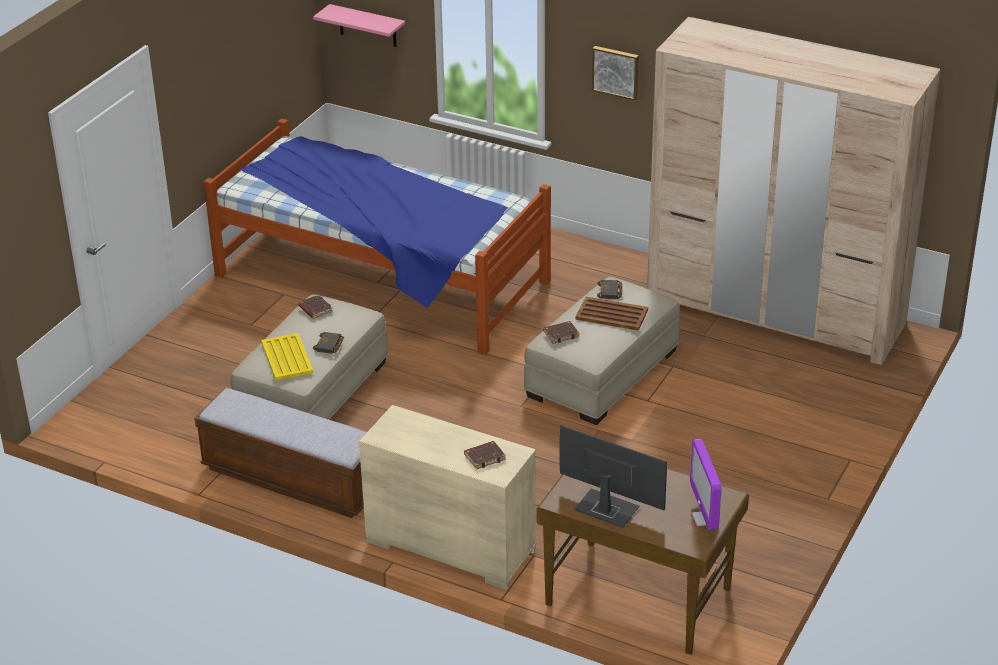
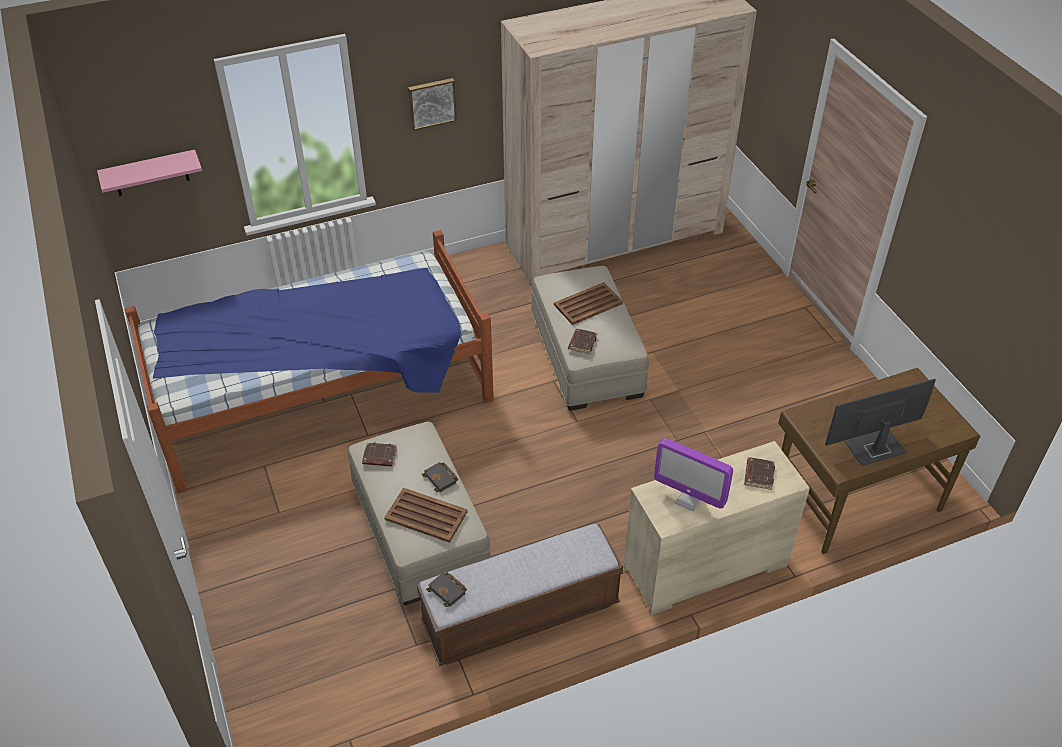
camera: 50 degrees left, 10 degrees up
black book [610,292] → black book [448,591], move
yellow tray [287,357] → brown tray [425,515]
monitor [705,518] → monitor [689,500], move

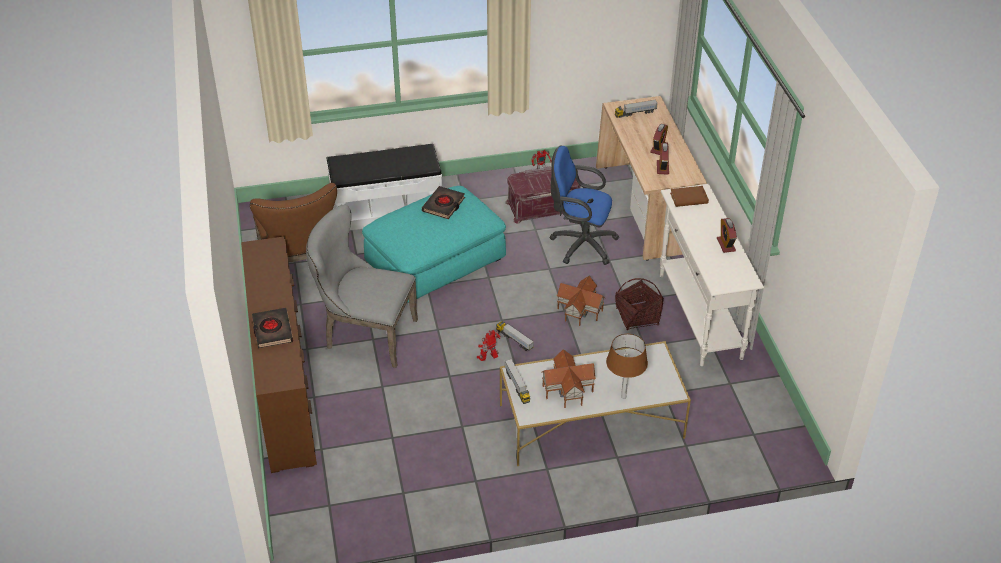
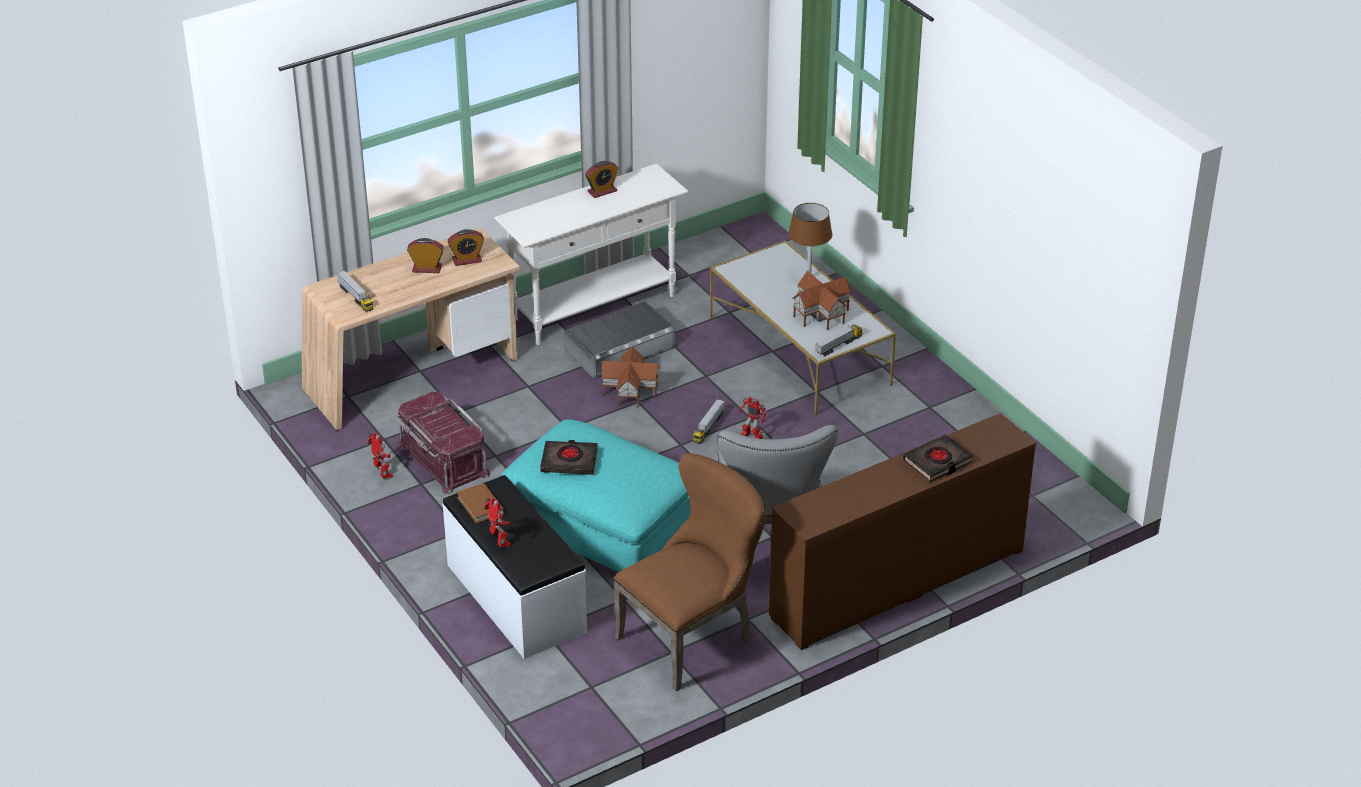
camera: 110 degrees left, 5 degrees down
blue office chair [580,244] → -
brown book [689,198] → brown book [480,505], move
basket [637,317] → grey storage box [619,348]
- → toy robot [500,541]

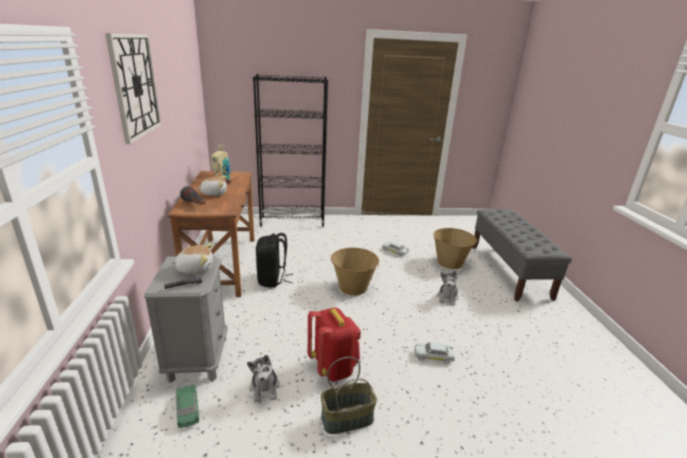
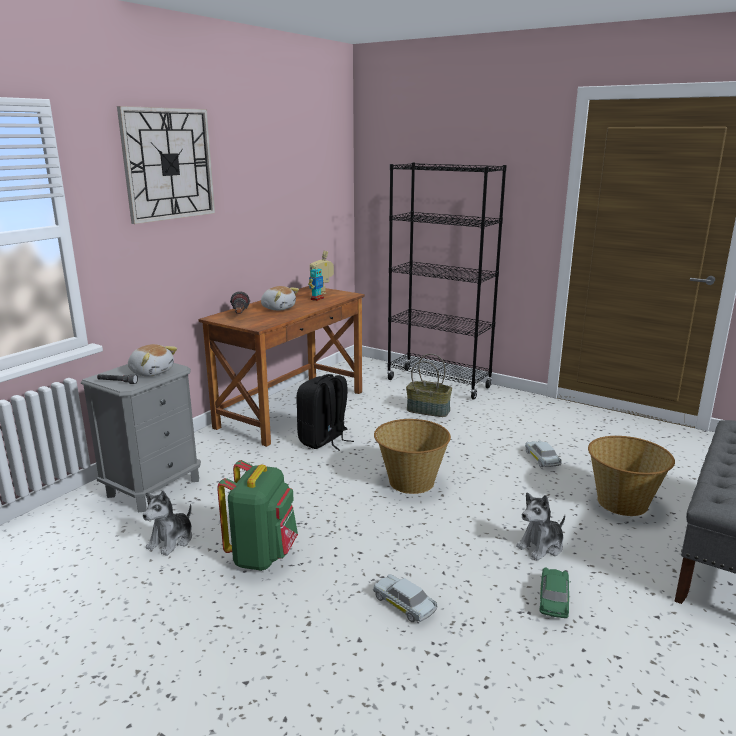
camera: 40 degrees right, 5 degrees down
red backpack [333,367] → green backpack [262,555]
basket [347,418] → basket [428,410], move
green toy car [188,410] → green toy car [553,599], move

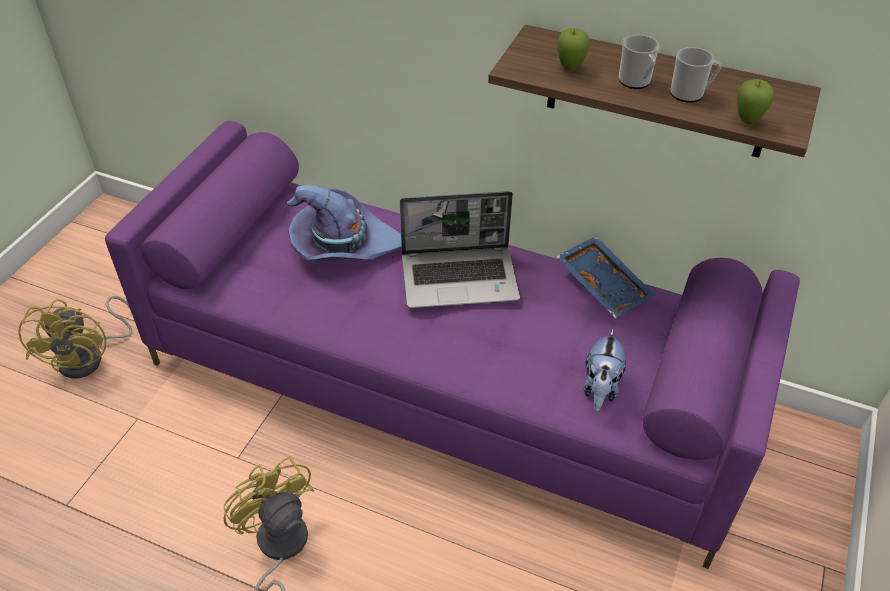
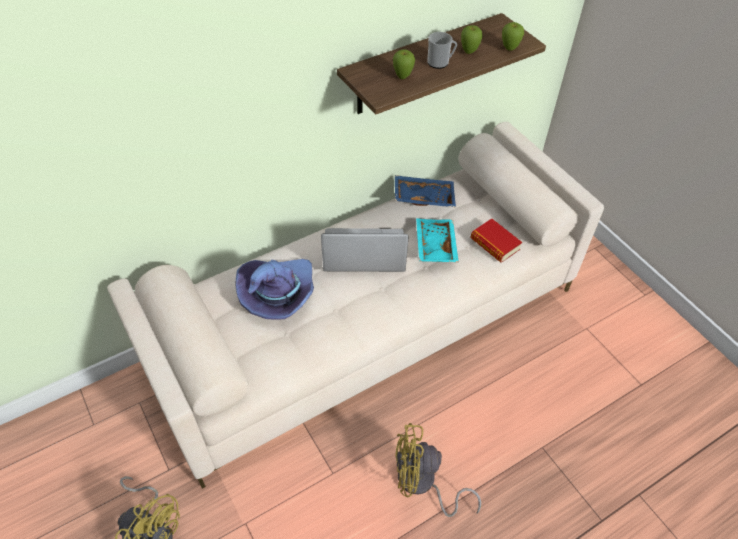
camera: 55 degrees left, 5 degrees up
mug [690,94] → apple [469,52]
purple sofa [447,383] → beige sofa [368,326]
laptop [460,278] → laptop [363,253], 120 degrees counterclockwise
plush toy [600,388] → book [494,244]
- → turquoise tray [434,246]

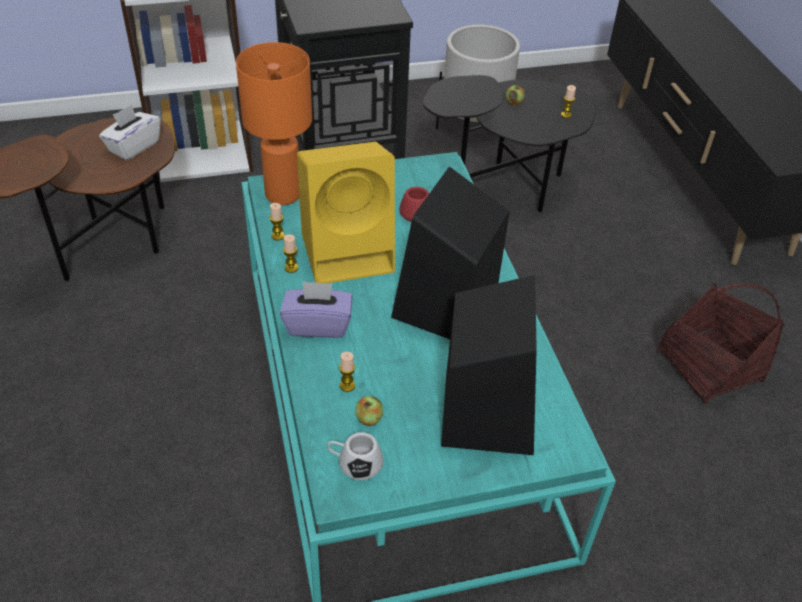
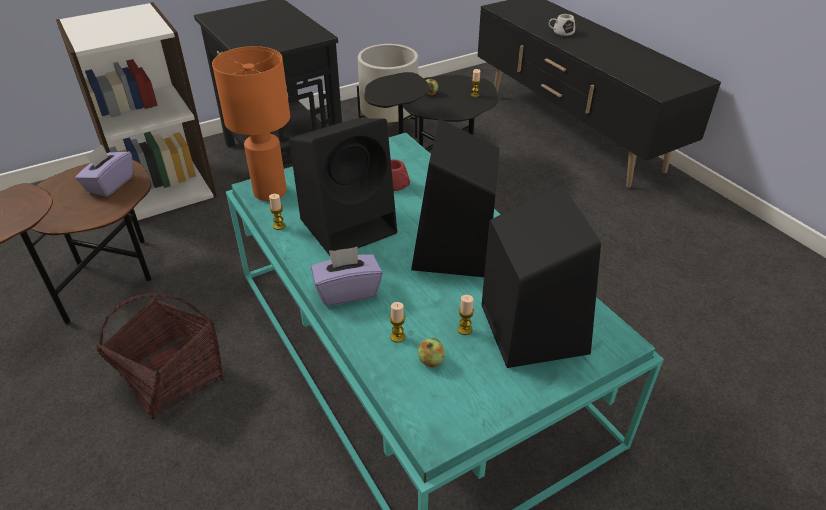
camera: 15 degrees left, 5 degrees down
white tissue box [133,146] → purple tissue box [110,184]
yellow speaker [350,251] → black speaker [350,225]
candle [291,268] → candle [464,329], move
basket [710,367] → basket [173,378], move
white mug [355,462] → white mug [560,32], move

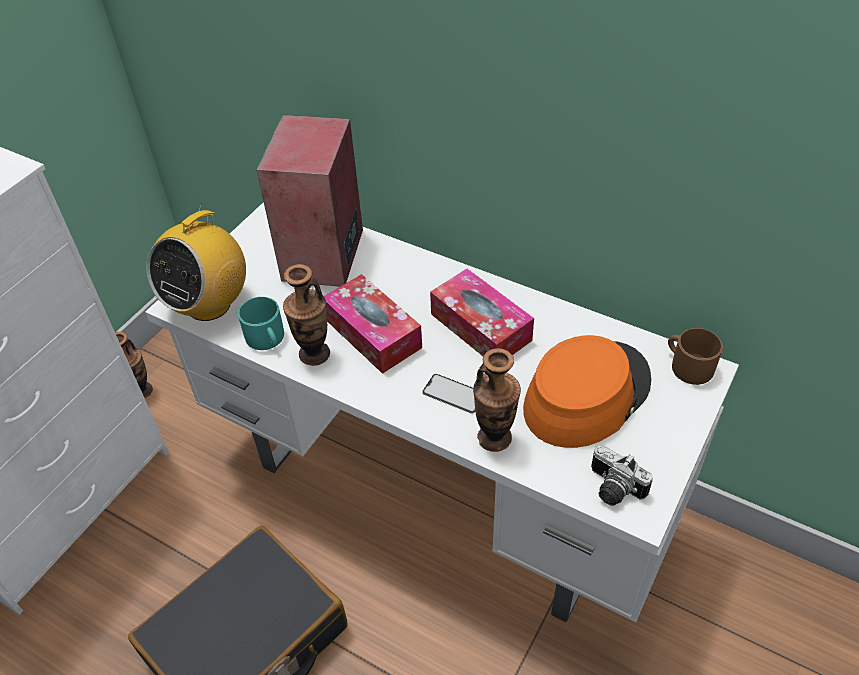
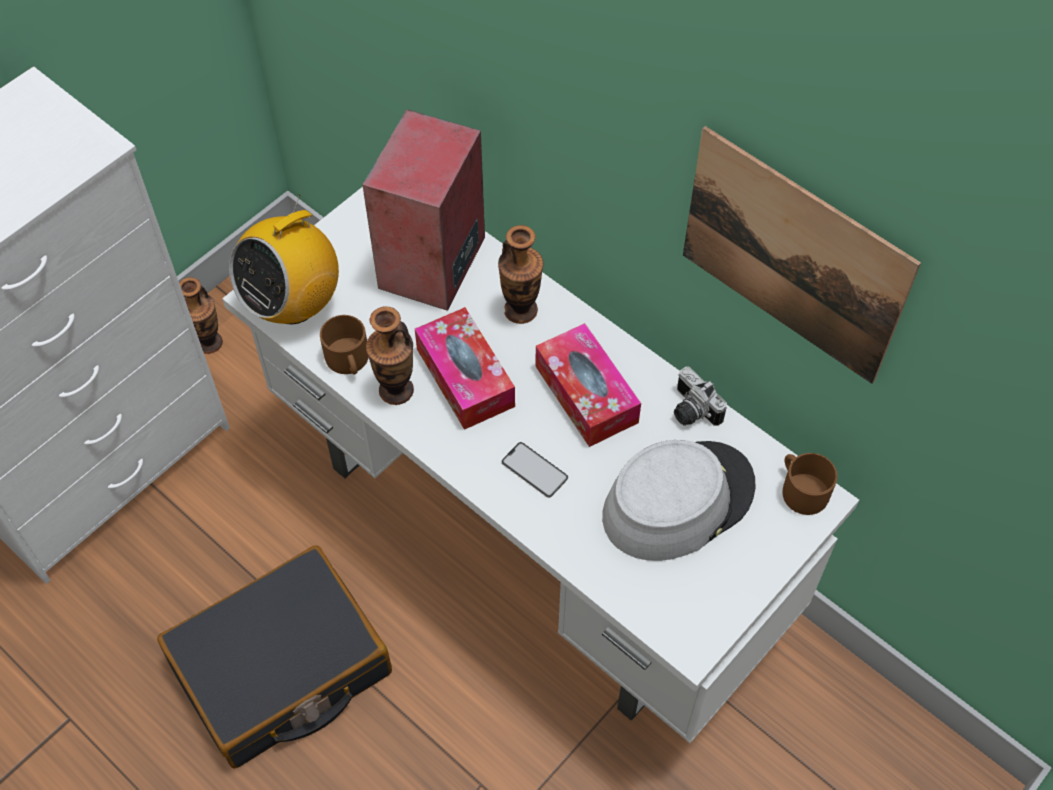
camera: 10 degrees right, 10 degrees up
turquoise mug [267,339] → brown mug [348,360]
orange hat [586,394] → grey hat [677,500]
vase [494,438] → vase [521,310], move
photo camera [612,489] → photo camera [691,411], move
- → picture [792,257]

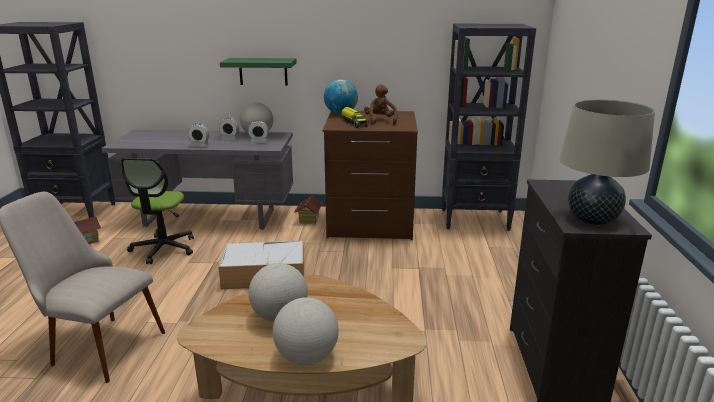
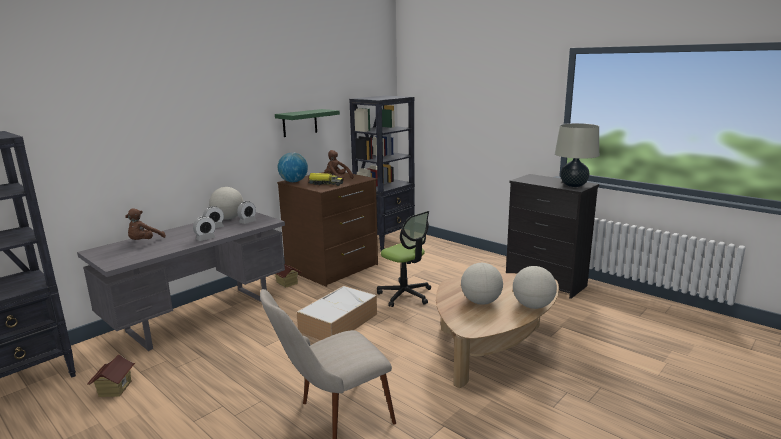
camera: 50 degrees left, 5 degrees down
green shelf [263,71] → green shelf [300,123], move
office chair [163,249] → office chair [405,295], move
- → brown plush toy [144,242]

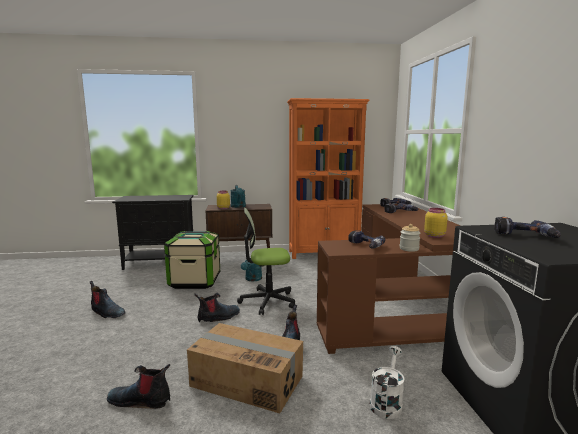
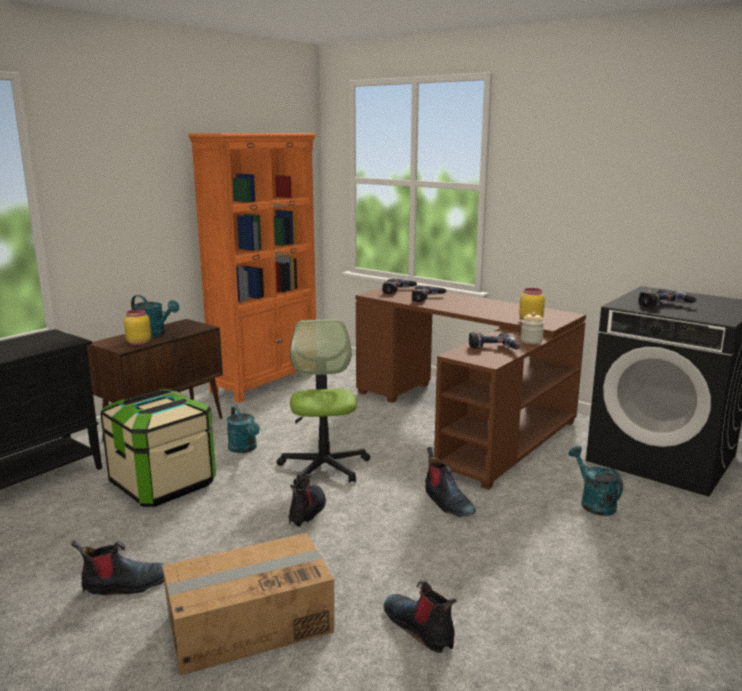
camera: 45 degrees left, 5 degrees up
office chair [267,301] → office chair [324,467], 135 degrees clockwise
cardboard box [247,380] → cardboard box [249,623], move
white watering can [386,402] → turquoise watering can [593,503]
boot [141,400] → boot [420,628], 90 degrees clockwise

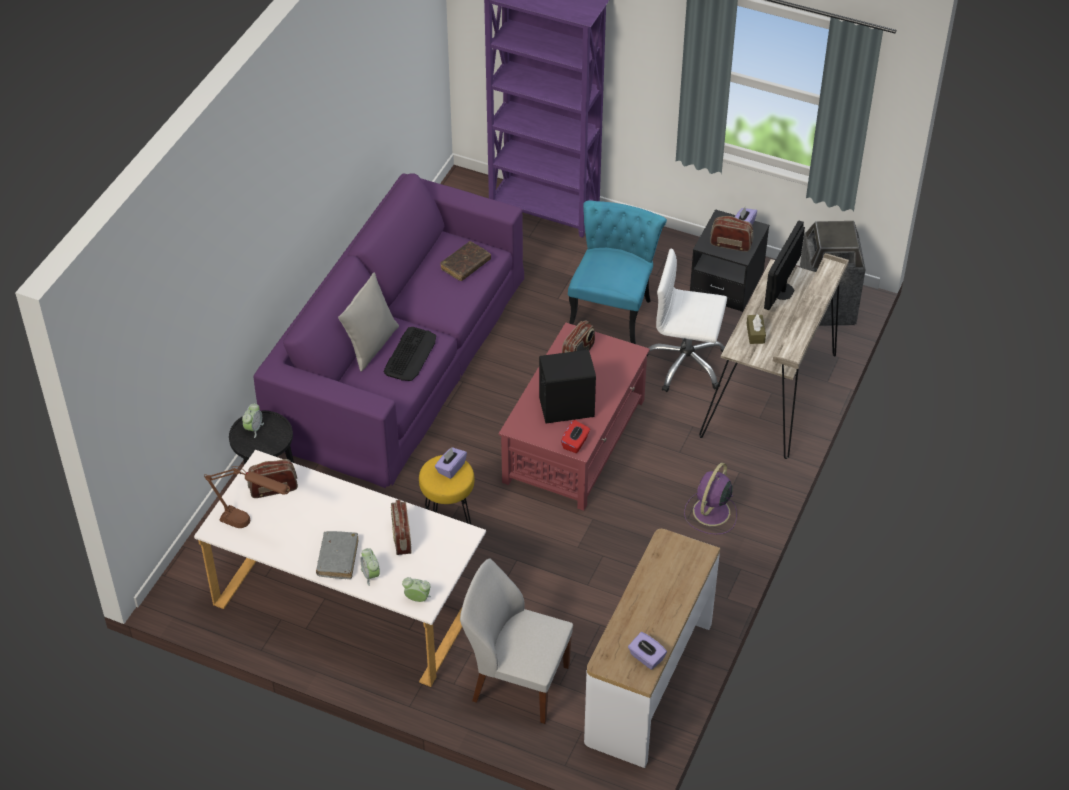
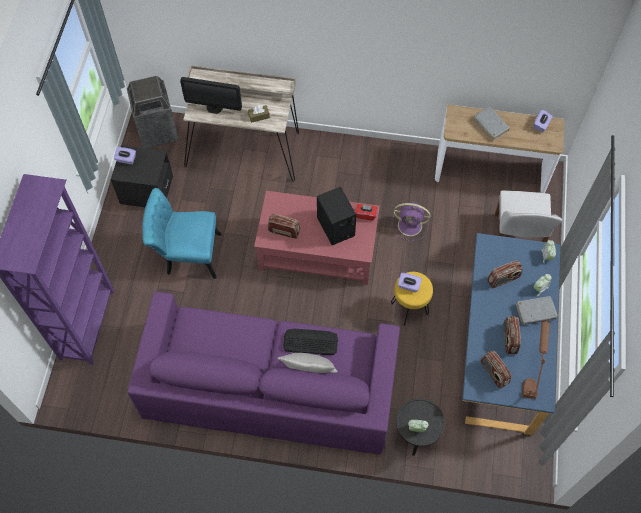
camera: 105 degrees left, 15 degrees up
radio [731,244] → radio [509,339], move
brown book [465,265] → -
white office chair [685,364] → -
white desk [347,604] → blue desk [499,349]
purple fan [710,513] → purple fan [411,225], move
- → grey book [490,126]

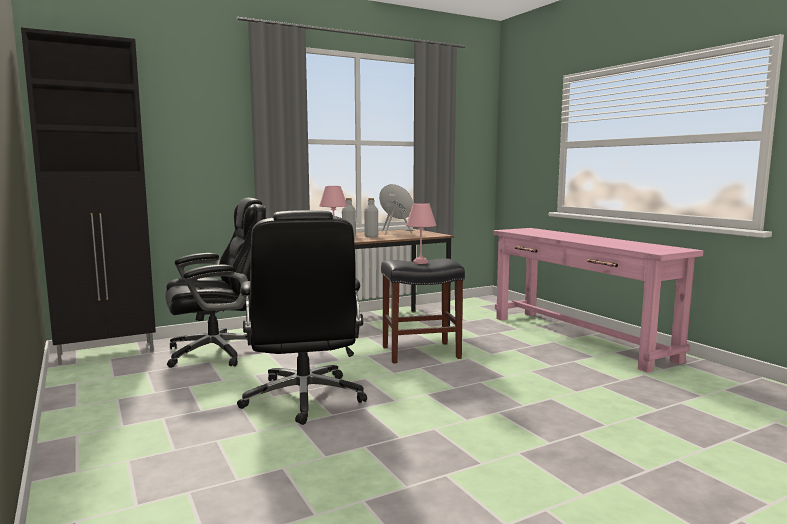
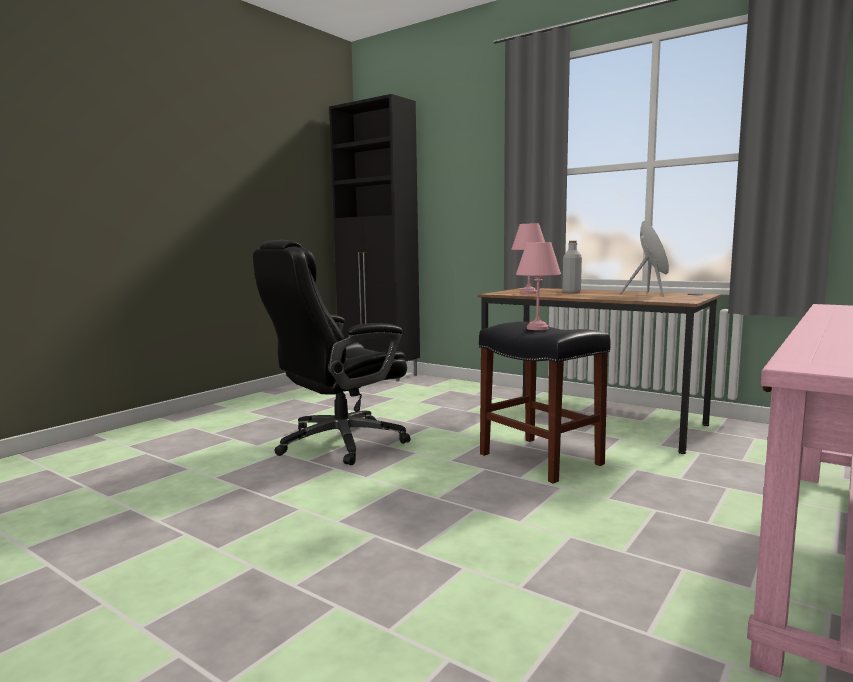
camera: 65 degrees right, 0 degrees up
black office chair [218,352] → -
grey bottle [371,236] → -

